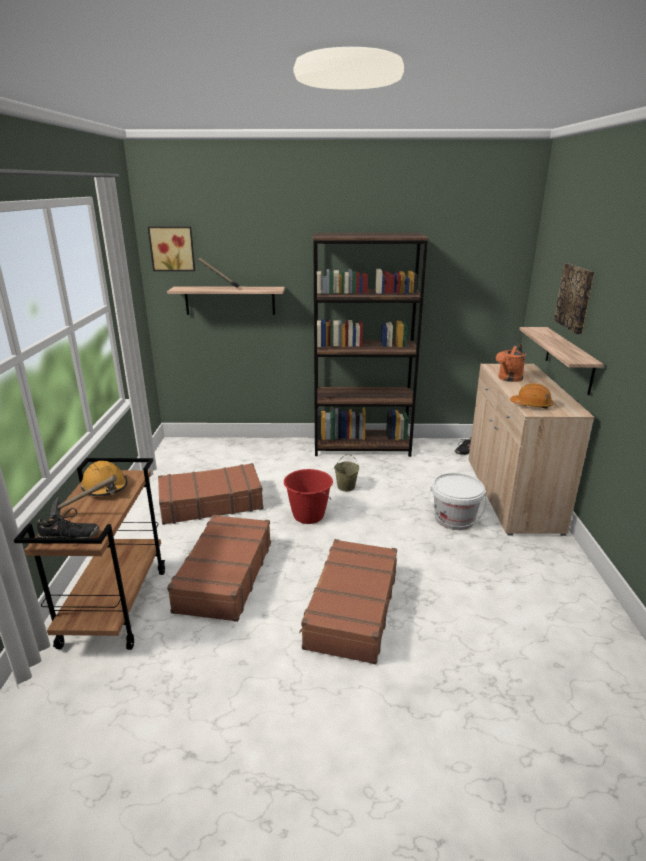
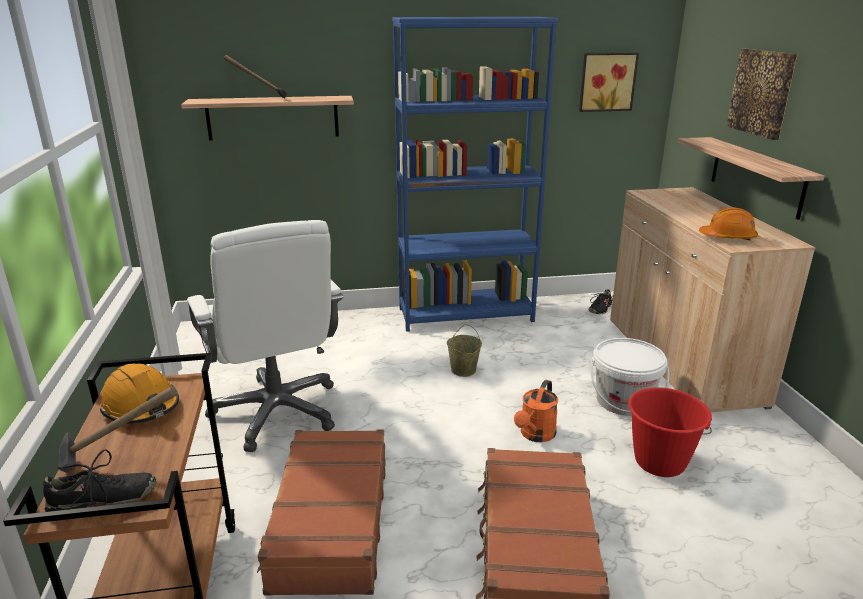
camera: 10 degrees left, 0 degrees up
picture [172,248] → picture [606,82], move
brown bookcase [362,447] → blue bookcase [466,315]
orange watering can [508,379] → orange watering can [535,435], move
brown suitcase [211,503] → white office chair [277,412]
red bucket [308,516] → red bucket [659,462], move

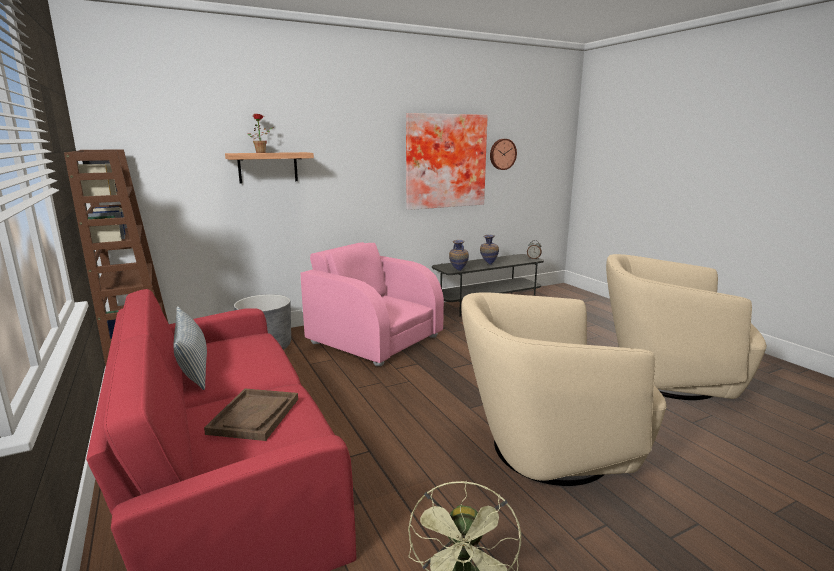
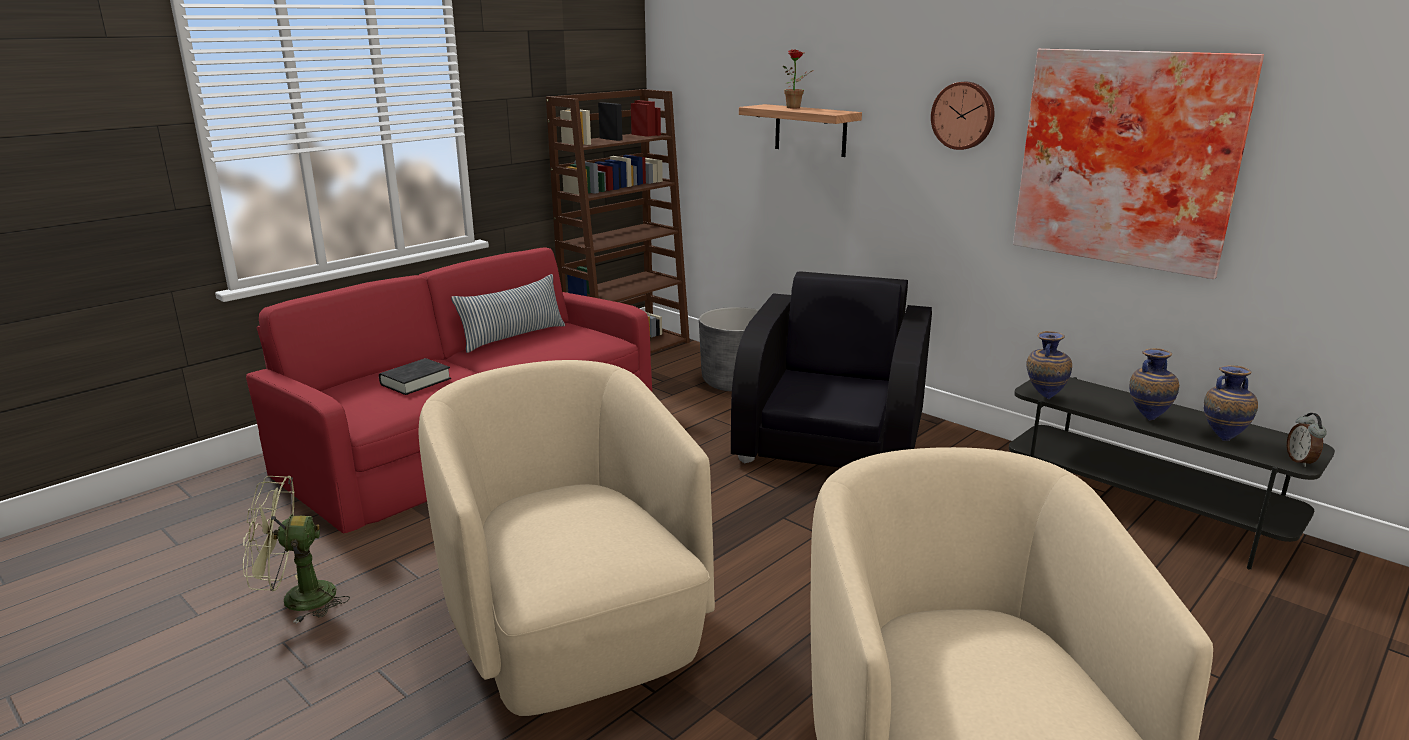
camera: 70 degrees right, 5 degrees up
wall clock [502,154] → wall clock [963,115], move
pink armchair [374,339] → black armchair [832,438]
brown tray [254,416] → black book [415,381]
- → vase [1222,438]

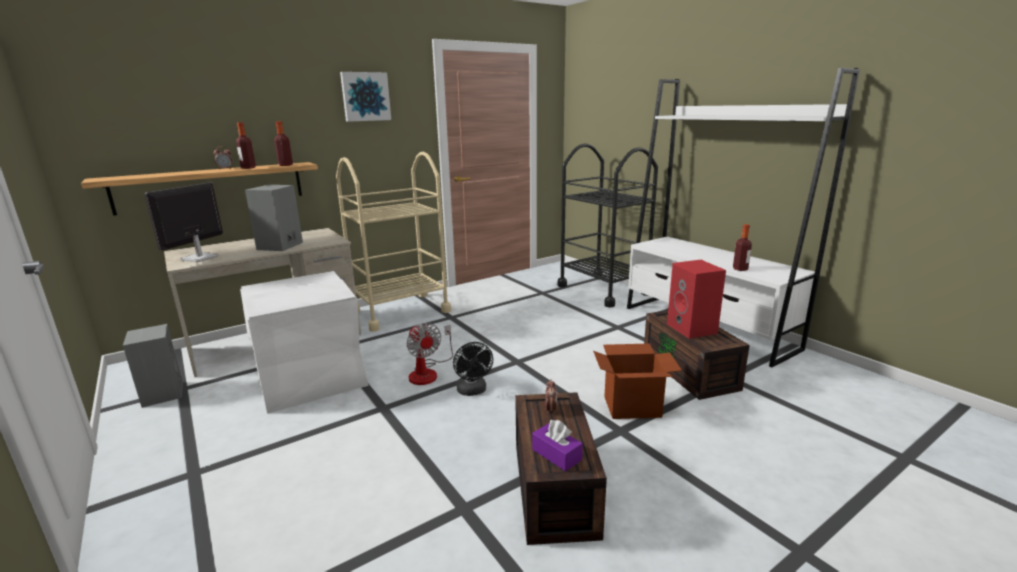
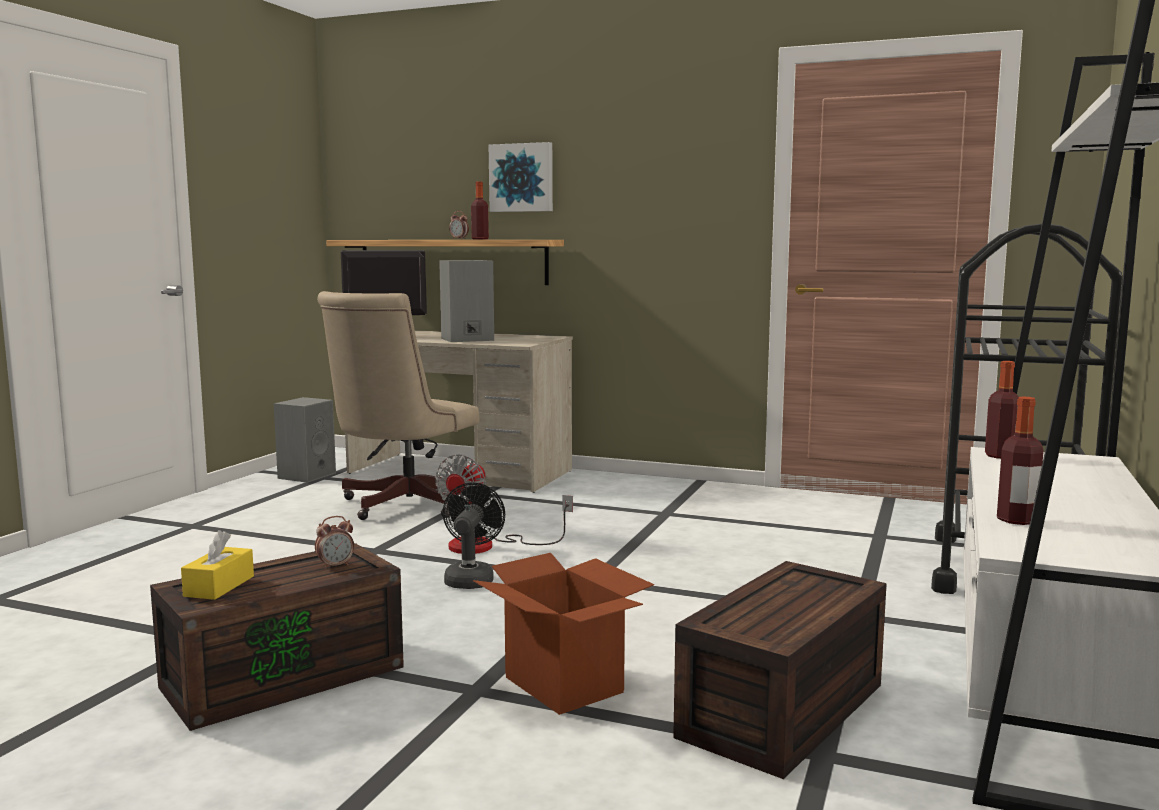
camera: 55 degrees right, 10 degrees down
picture [365,96] → picture [522,178], move
bottle [285,165] → bottle [1000,456], move
beige cart [400,311] → -
red speaker [693,329] → -
white storage box [309,377] → beige office chair [401,506]
black fan [473,391] → black fan [471,578], 150 degrees clockwise
purple tissue box [556,454] → yellow tissue box [219,586]

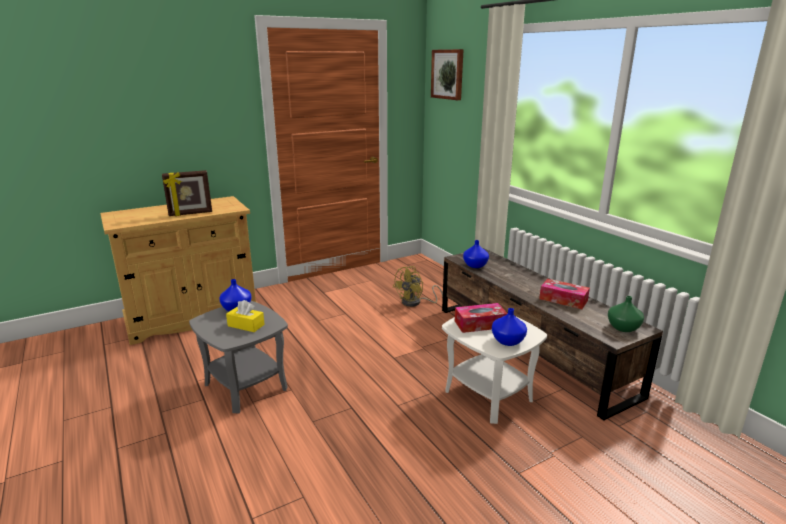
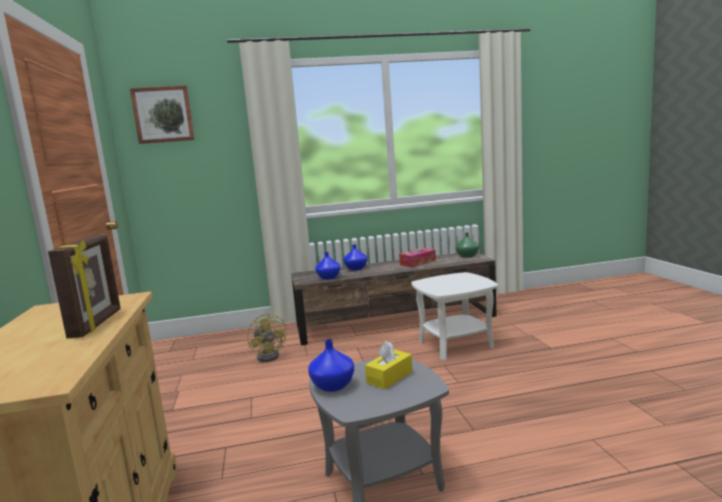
camera: 70 degrees left, 10 degrees down
tissue box [480,324] → -
blue vase [507,341] → blue vase [356,268], move

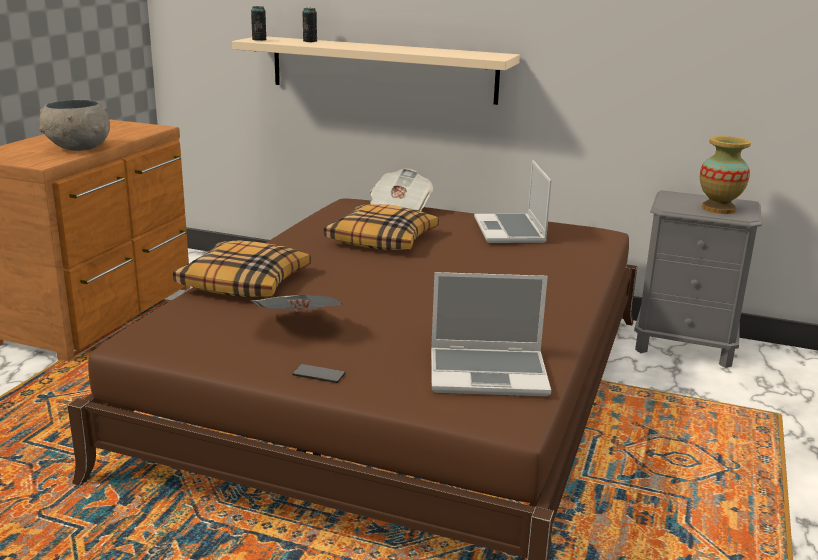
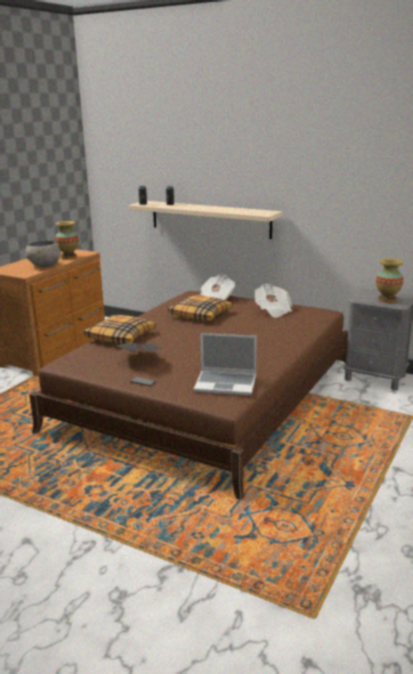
camera: 10 degrees right, 0 degrees up
laptop [510,231] → newspaper [273,310]
- → vase [69,257]

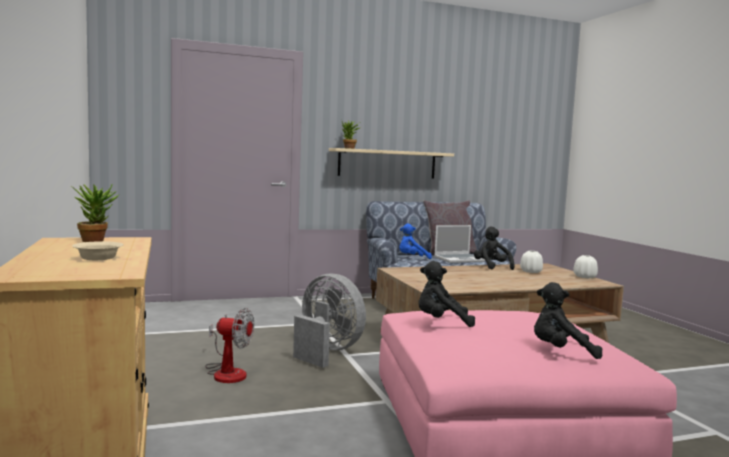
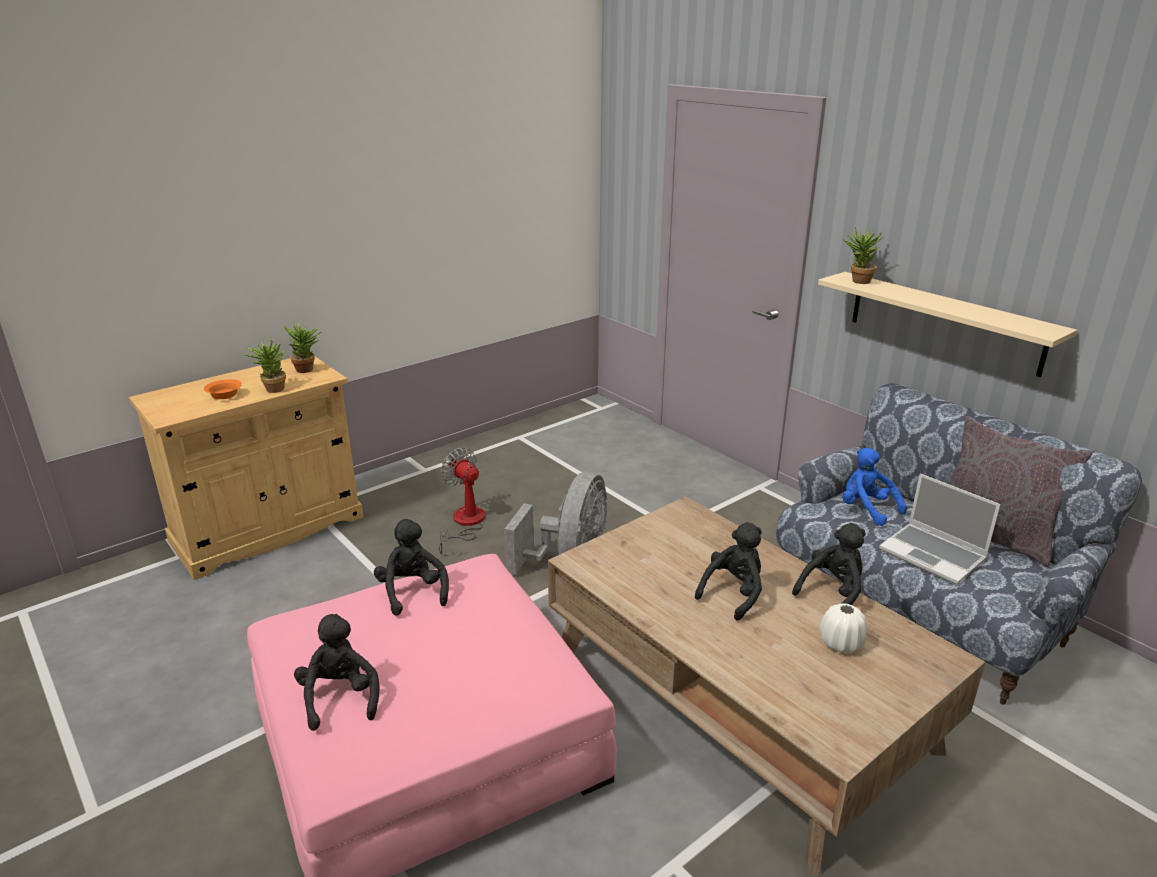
camera: 70 degrees right, 20 degrees up
beige bowl [98,258] → orange bowl [224,395]
white vase [585,277] → -
fan [227,372] → fan [465,523], 150 degrees clockwise
- → potted plant [272,389]
- → black plush toy [733,594]

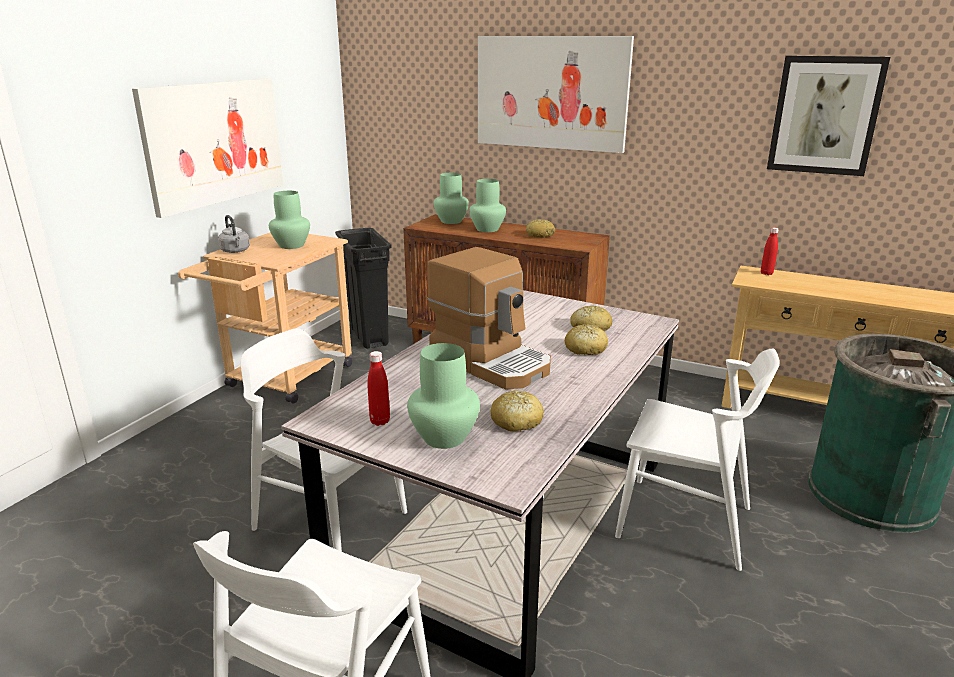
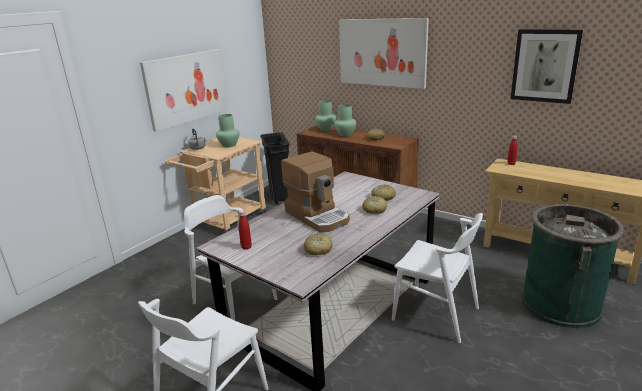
camera: 10 degrees right, 0 degrees up
green vase [445,437] → -

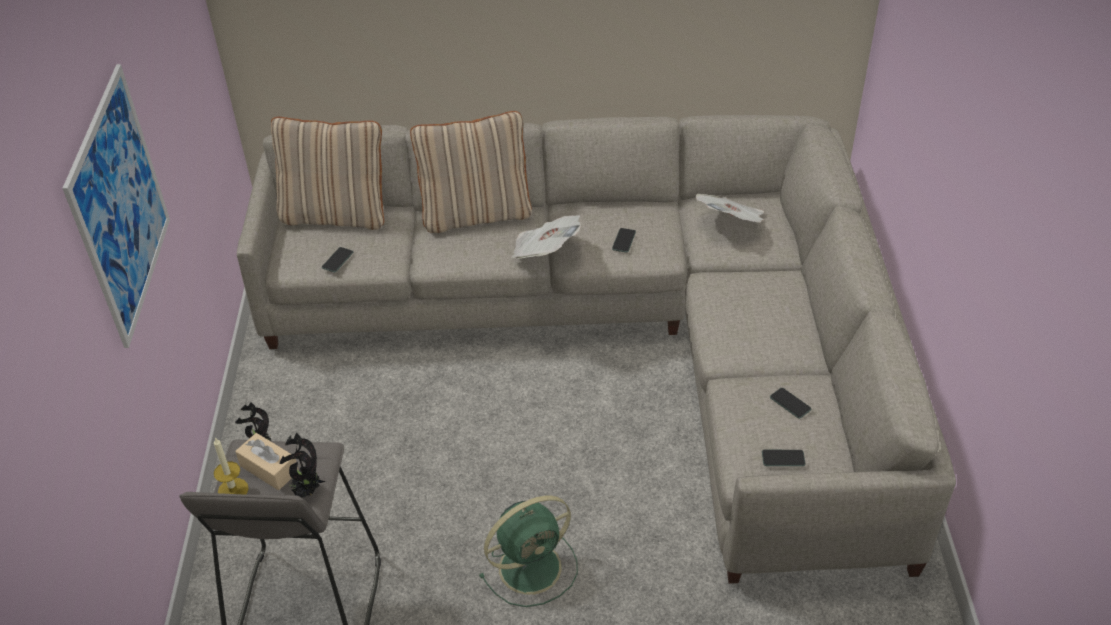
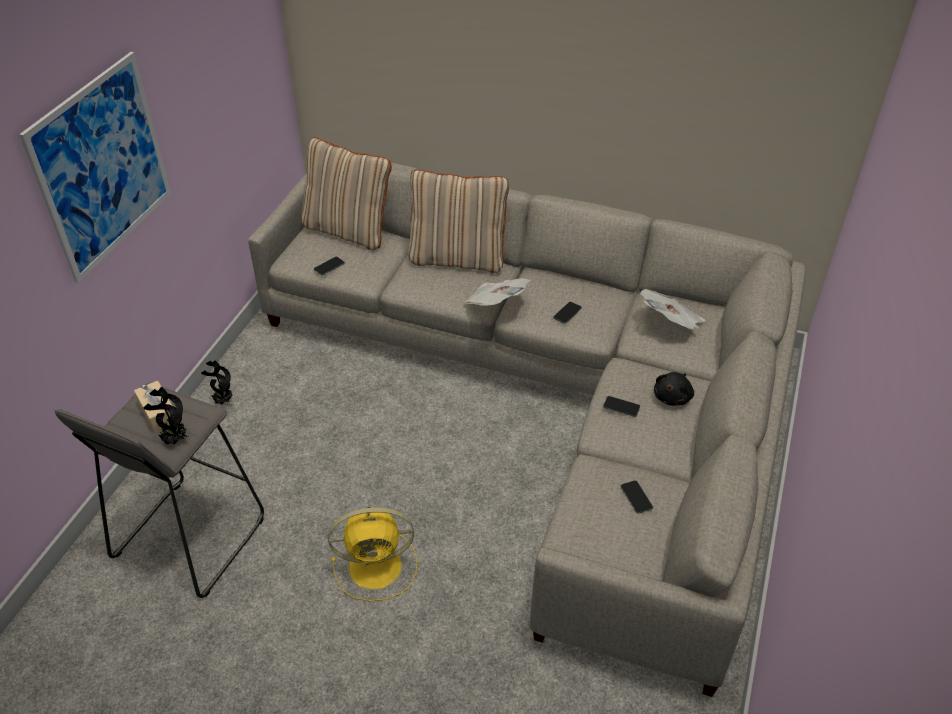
camera: 20 degrees right, 0 degrees up
candle [233,490] → -
phone [783,458] → phone [621,407], move
green fan [532,566] → yellow fan [378,566]
- → black plush toy [673,397]

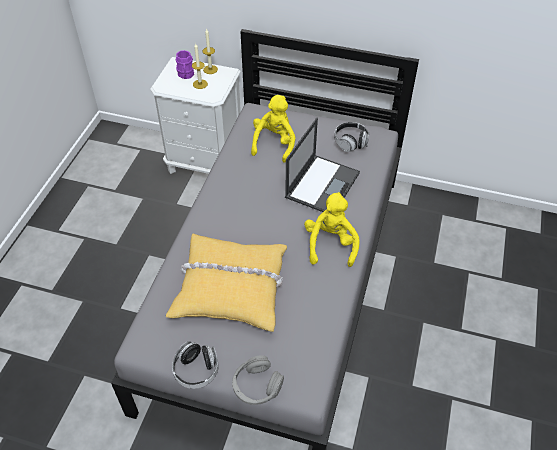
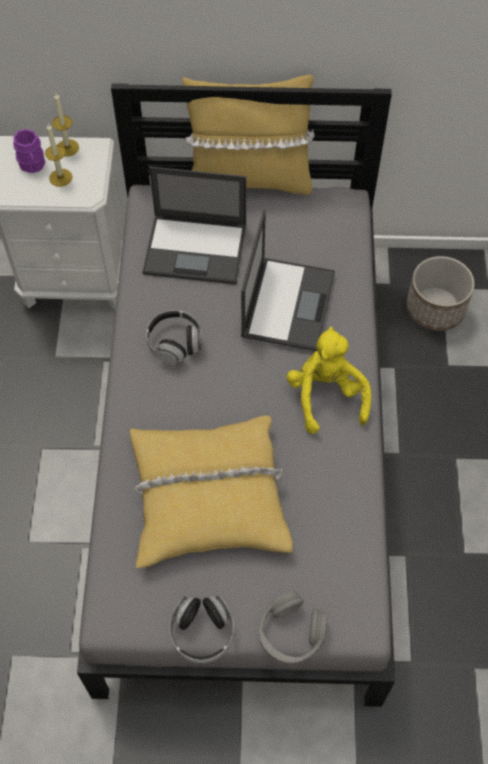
camera: 15 degrees left, 10 degrees up
yellow plush toy [274,143] → laptop [196,249]
headphones [351,142] → headphones [175,343], move
- → yellow pillow [248,180]
- → planter [435,308]

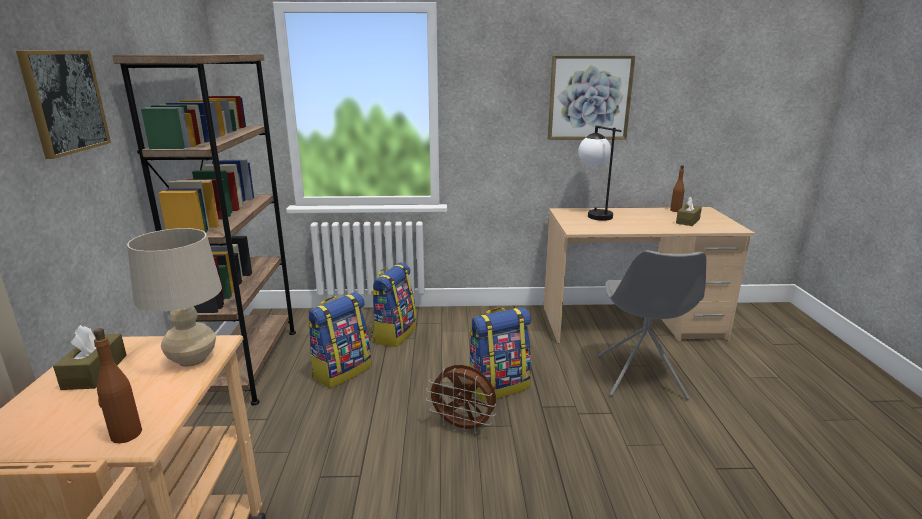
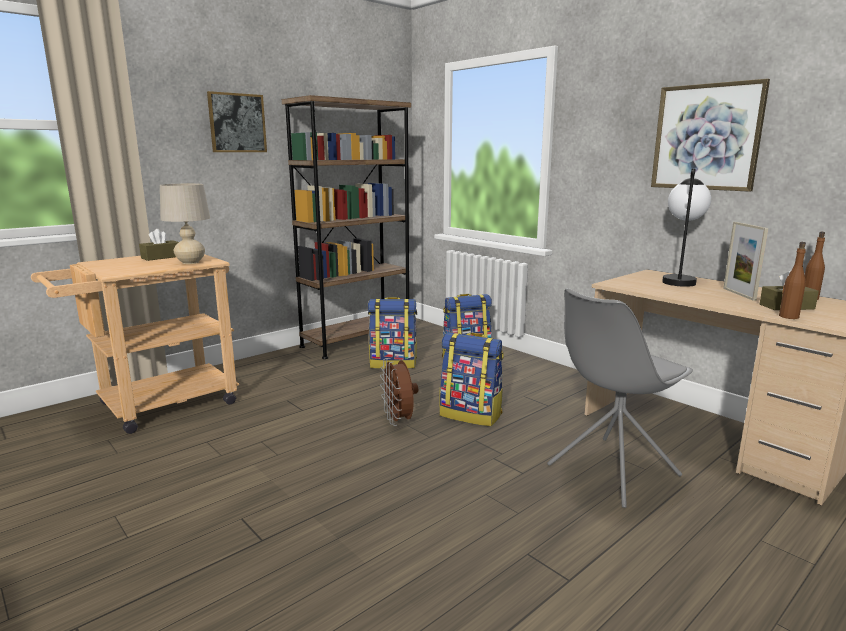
camera: 50 degrees right, 5 degrees down
brown bottle [126,434] → brown bottle [788,316], move
- → picture frame [739,294]

